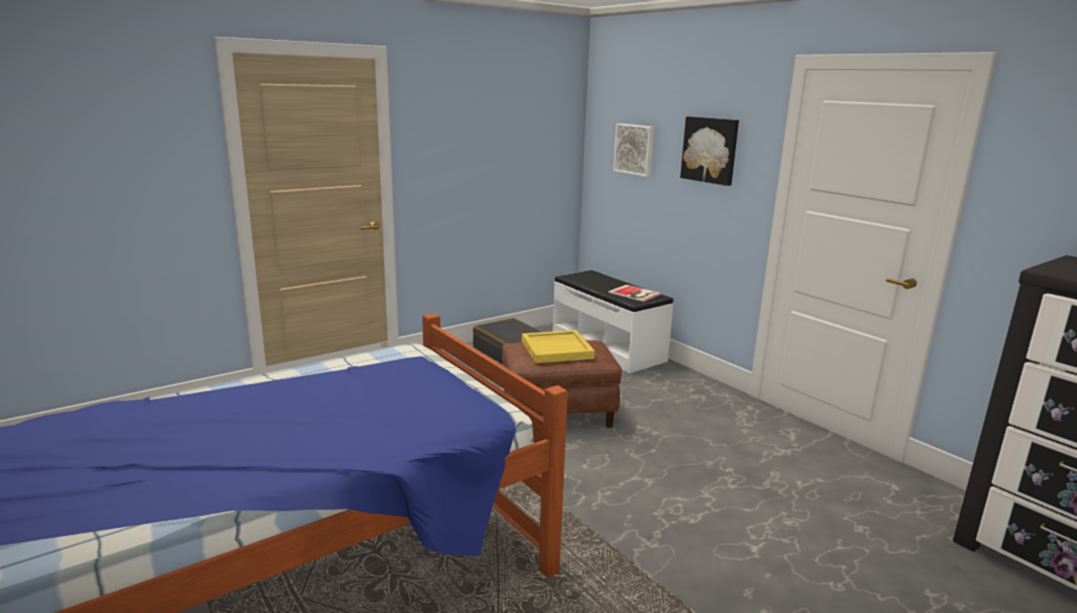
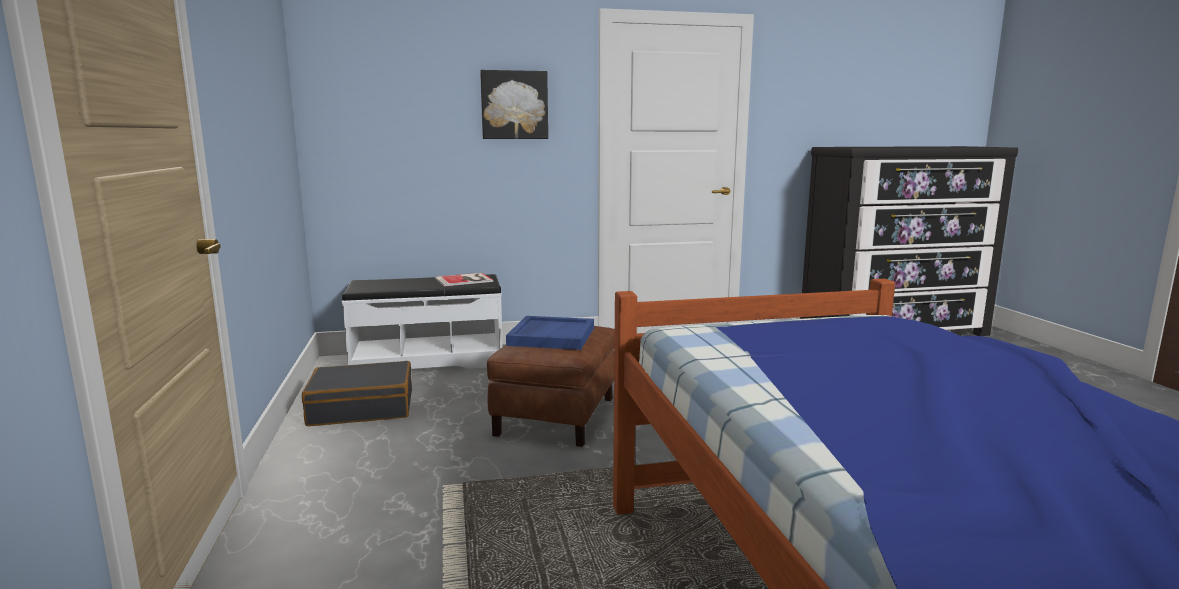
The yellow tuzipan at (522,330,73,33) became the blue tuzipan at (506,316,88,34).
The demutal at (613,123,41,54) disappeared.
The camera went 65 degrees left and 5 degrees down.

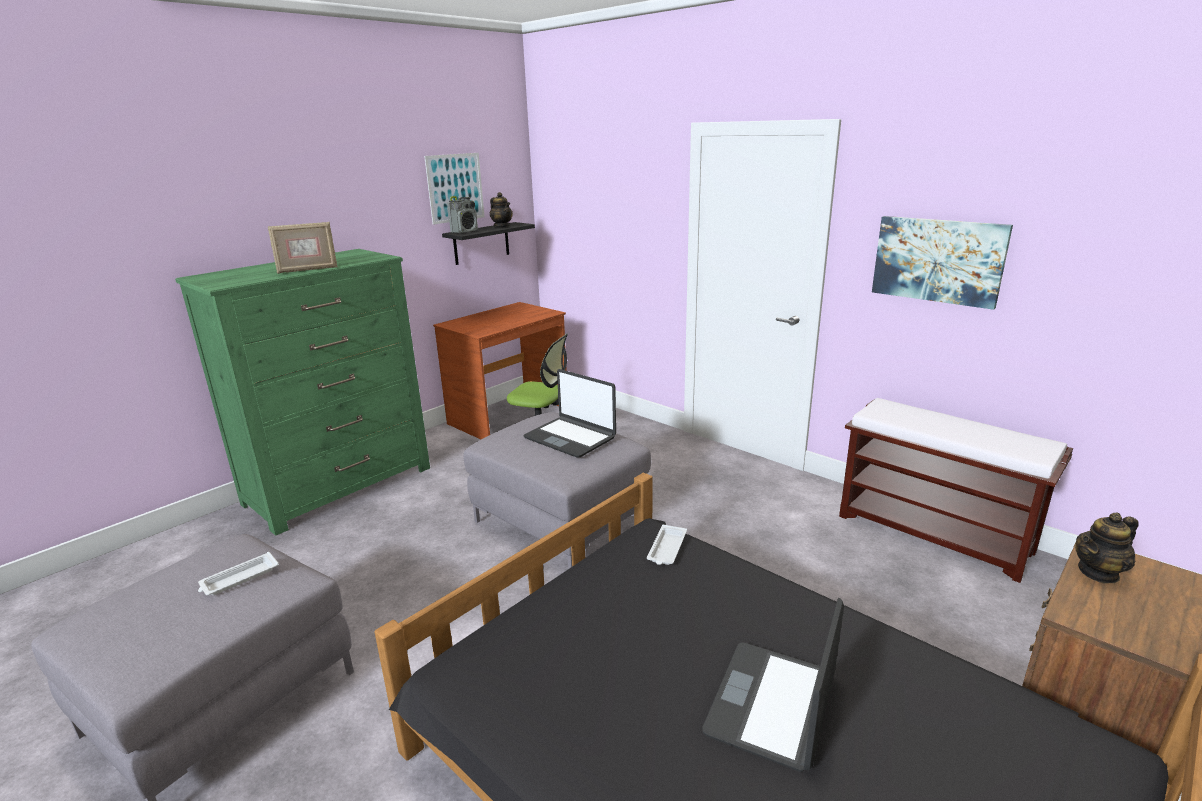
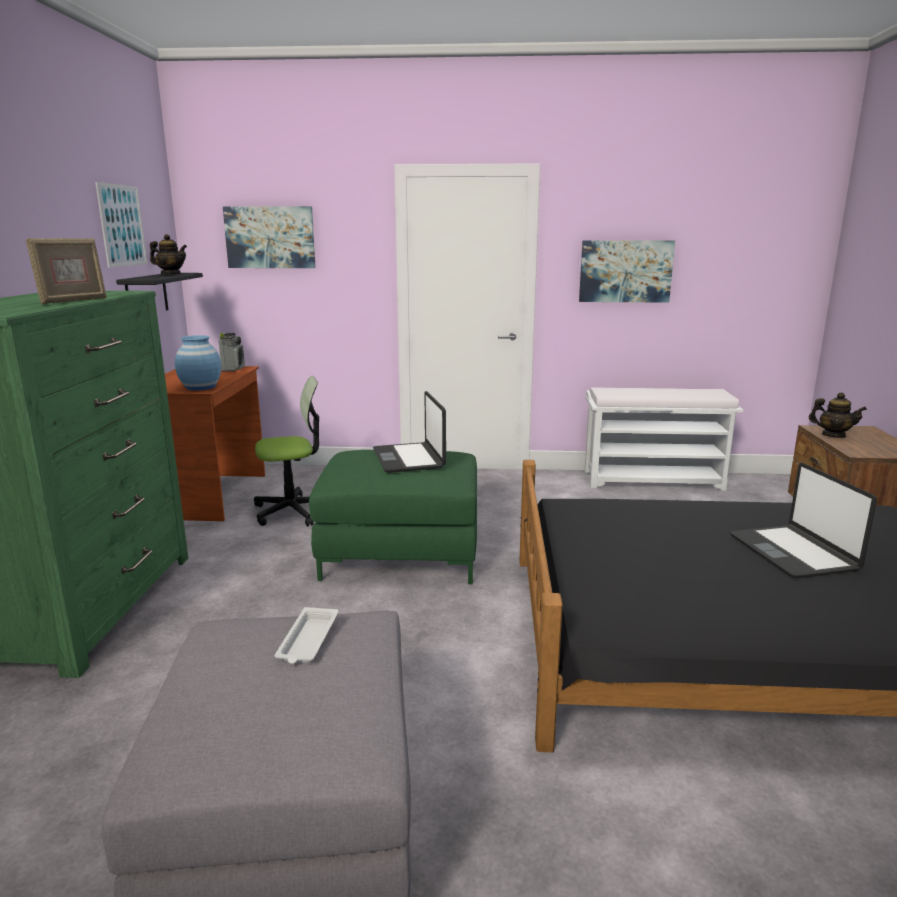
The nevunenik moved from (447,196,31,37) to (219,333,26,38).
The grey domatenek at (463,412,188,157) became the green domatenek at (309,450,168,134).
The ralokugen at (523,369,93,89) turned 75 degrees clockwise.
The white tuzipan at (647,525,40,40) disappeared.
The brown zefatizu at (839,398,234,185) became the white zefatizu at (585,388,158,103).
The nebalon at (1075,512,64,72) turned 90 degrees counterclockwise.
The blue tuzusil at (175,335,46,55) appeared.
The demutal at (223,206,93,62) appeared.
The camera went 40 degrees left and 5 degrees down.

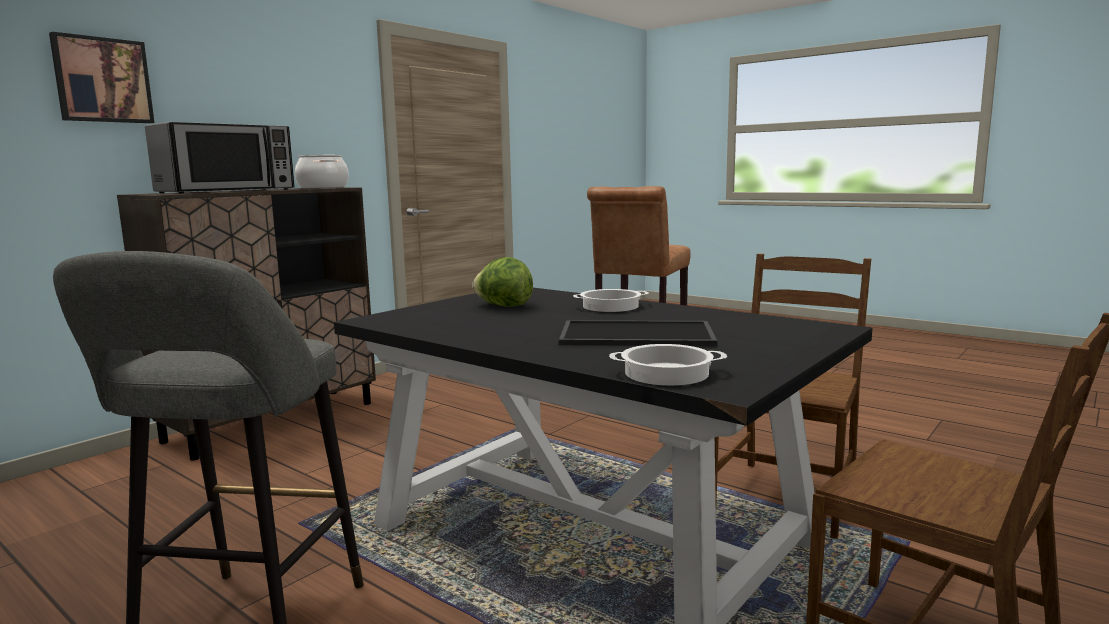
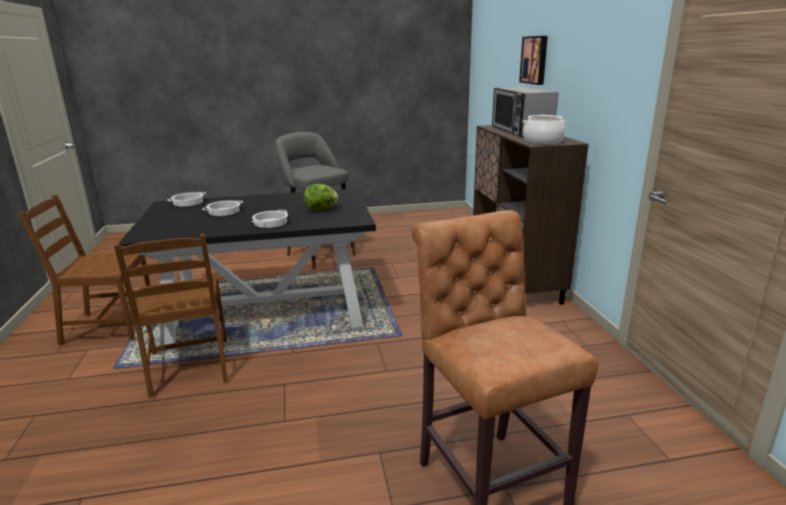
The tuzipan at (559,320,159,26) was replaced by the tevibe at (202,200,41,16).
The camera went 130 degrees right and 10 degrees up.

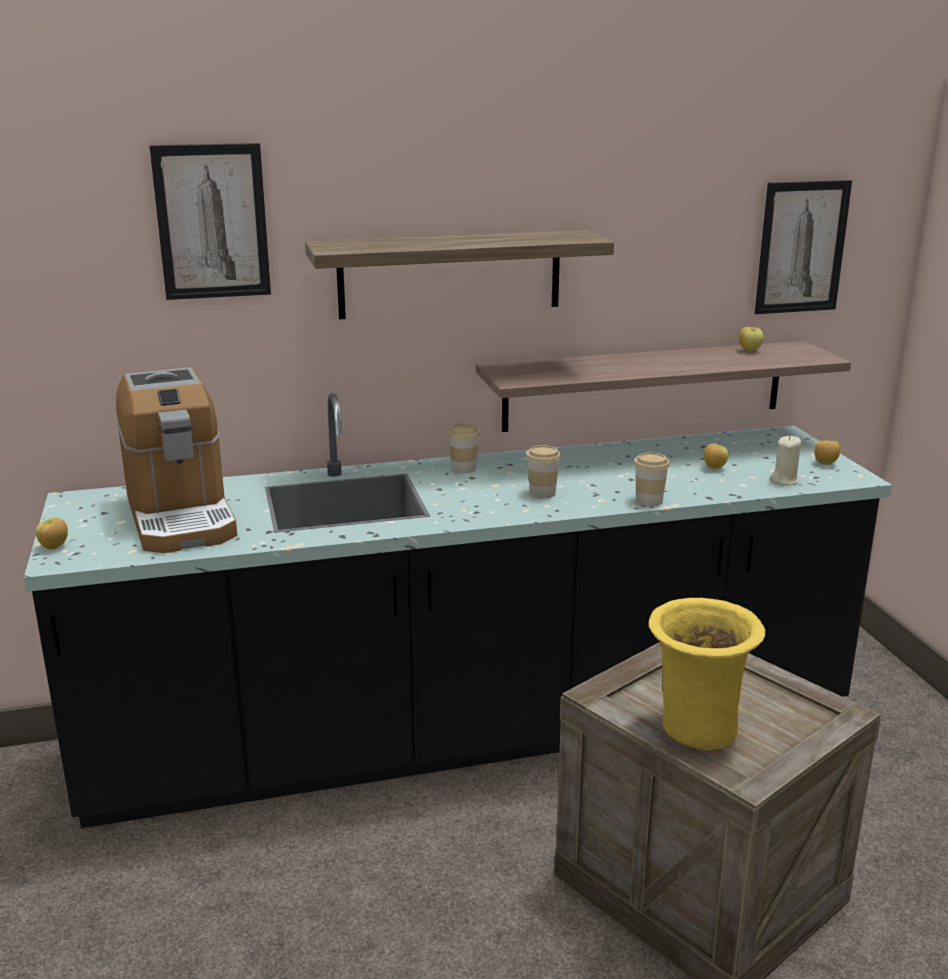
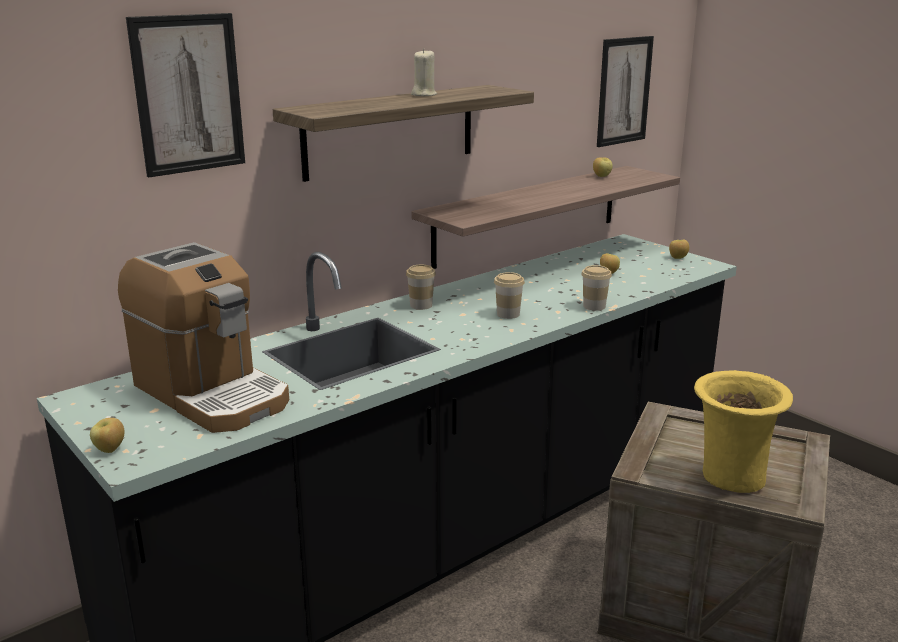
The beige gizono moved from (770,436,32,50) to (411,49,26,47).
The camera went 25 degrees left and 0 degrees up.

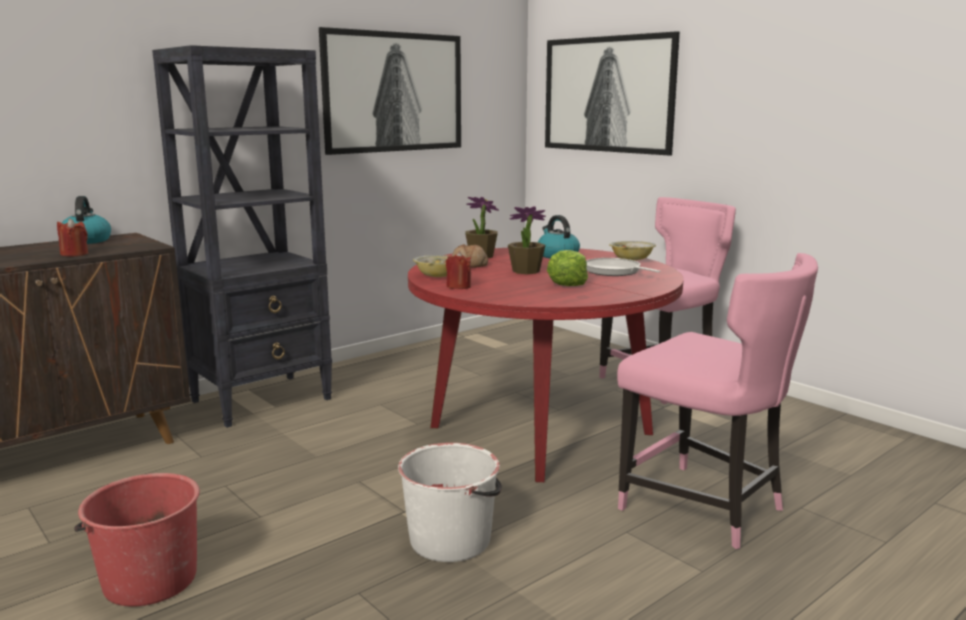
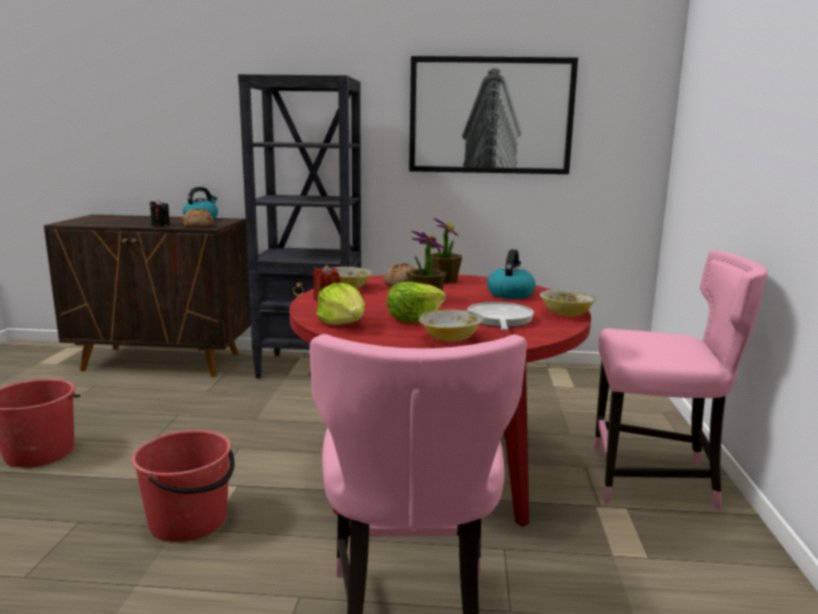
The red gizono at (57,218,31,39) became the black gizono at (150,200,20,27).
The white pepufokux at (398,443,104,119) became the red pepufokux at (131,430,104,112).
The demutal at (545,31,135,125) disappeared.
The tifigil at (183,209,30,19) appeared.
The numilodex at (316,283,49,42) appeared.
The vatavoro at (419,310,64,32) appeared.
The camera went 45 degrees right and 0 degrees up.

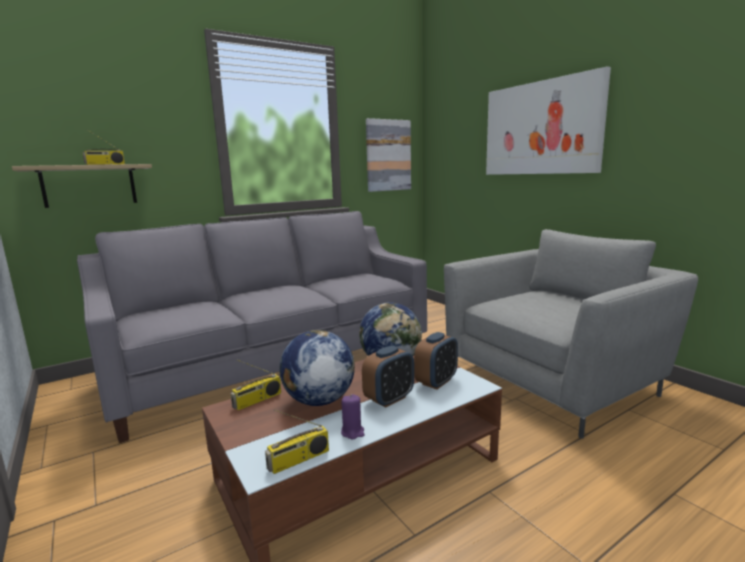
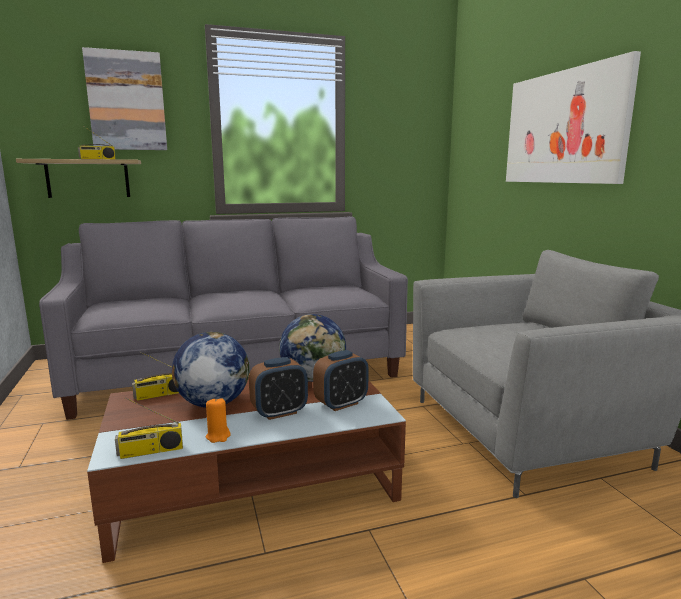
The purple gizono at (341,394,23,45) became the orange gizono at (206,398,25,45).
The demutal moved from (366,118,45,74) to (82,47,85,103).
The camera went 15 degrees right and 0 degrees up.

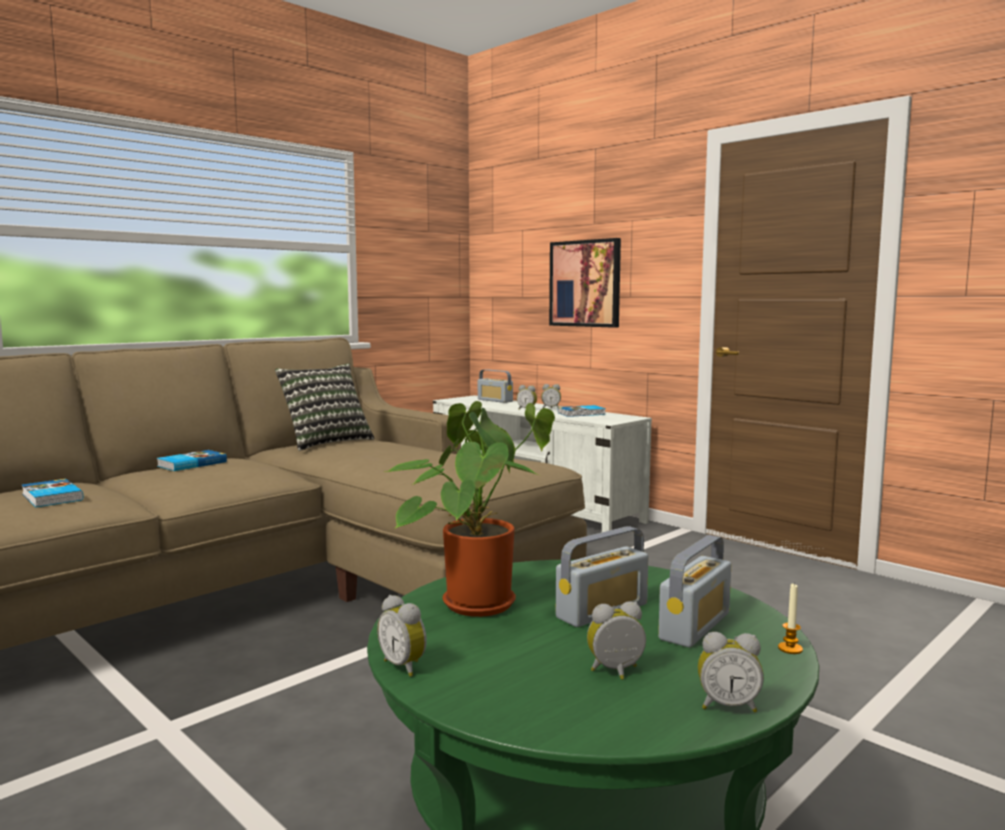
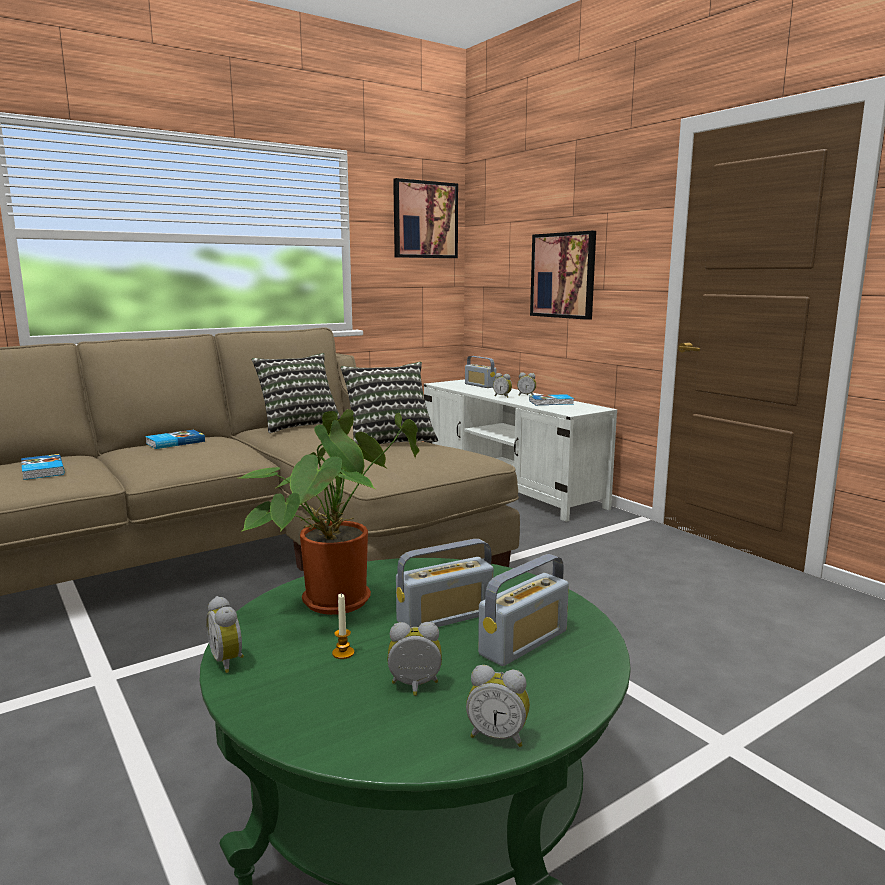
The gizono moved from (778,584,25,70) to (332,593,22,66).
The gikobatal at (340,362,98,82) appeared.
The demutal at (393,178,65,80) appeared.
The camera went 10 degrees right and 5 degrees up.

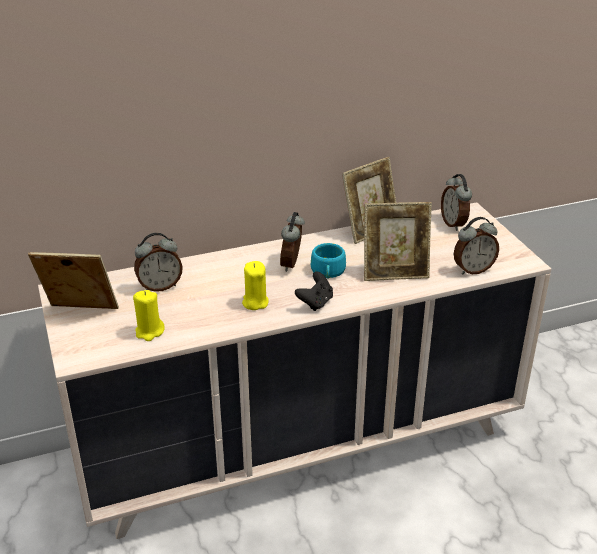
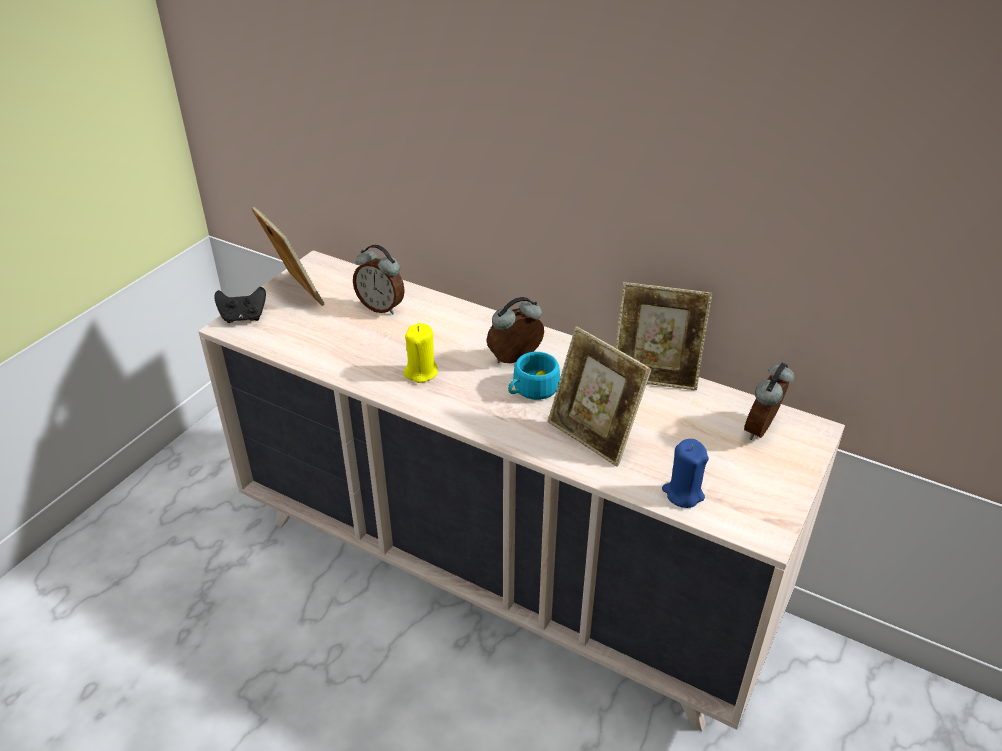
The yellow gizono at (133,290,32,51) disappeared.
The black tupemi moved from (295,272,38,39) to (214,287,52,36).
The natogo at (454,217,45,58) was replaced by the blue gizono at (662,439,47,69).
The camera went 50 degrees right and 5 degrees up.

